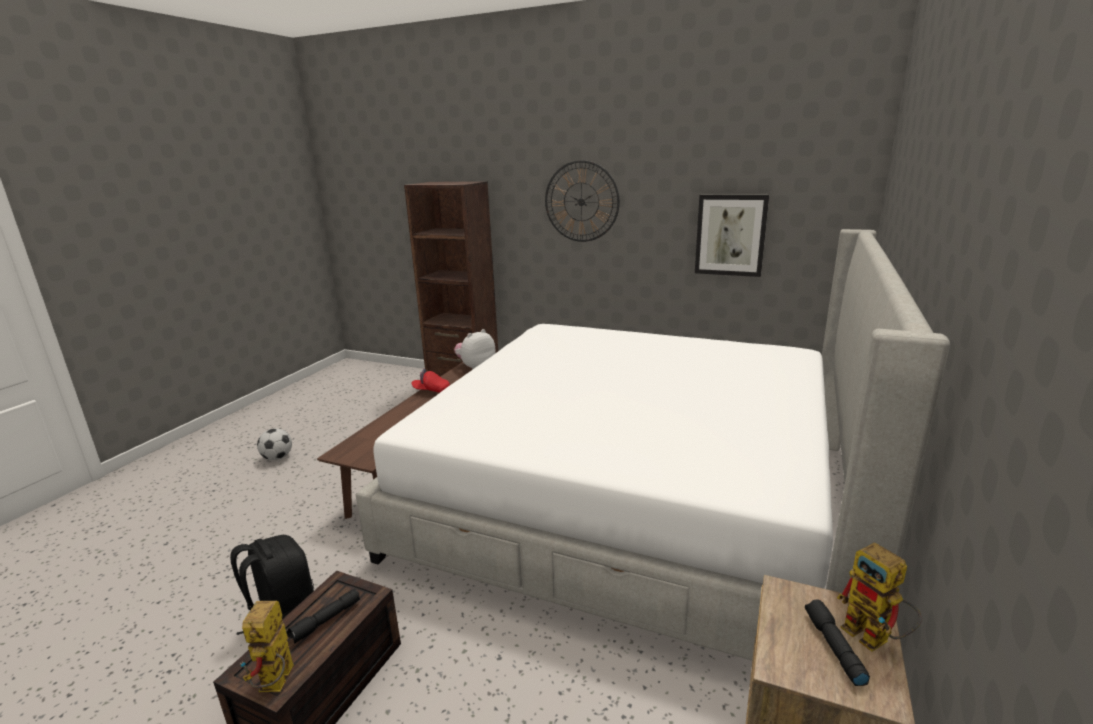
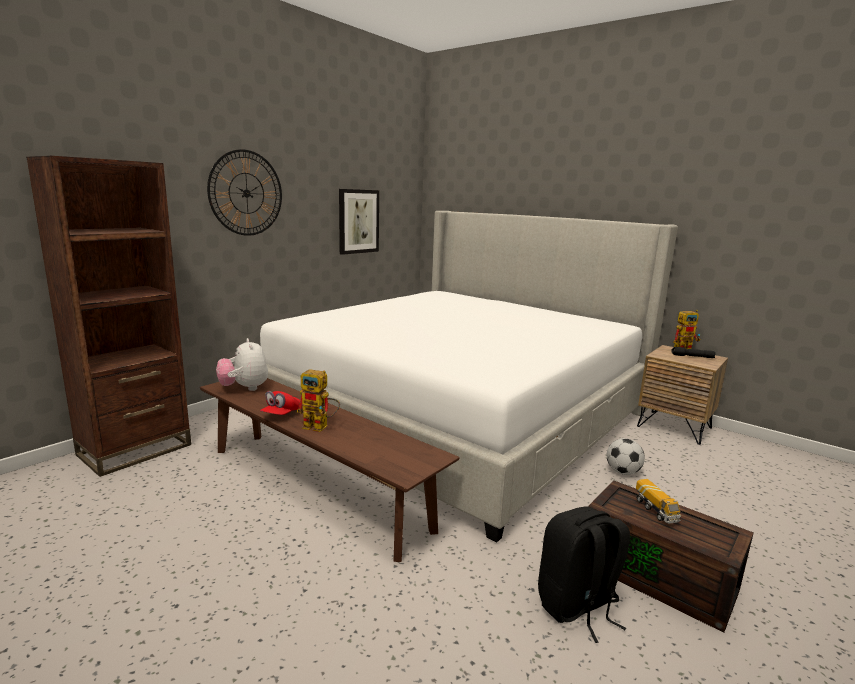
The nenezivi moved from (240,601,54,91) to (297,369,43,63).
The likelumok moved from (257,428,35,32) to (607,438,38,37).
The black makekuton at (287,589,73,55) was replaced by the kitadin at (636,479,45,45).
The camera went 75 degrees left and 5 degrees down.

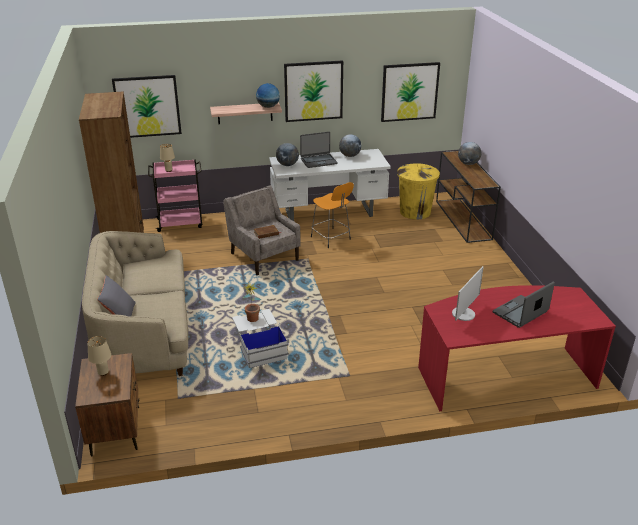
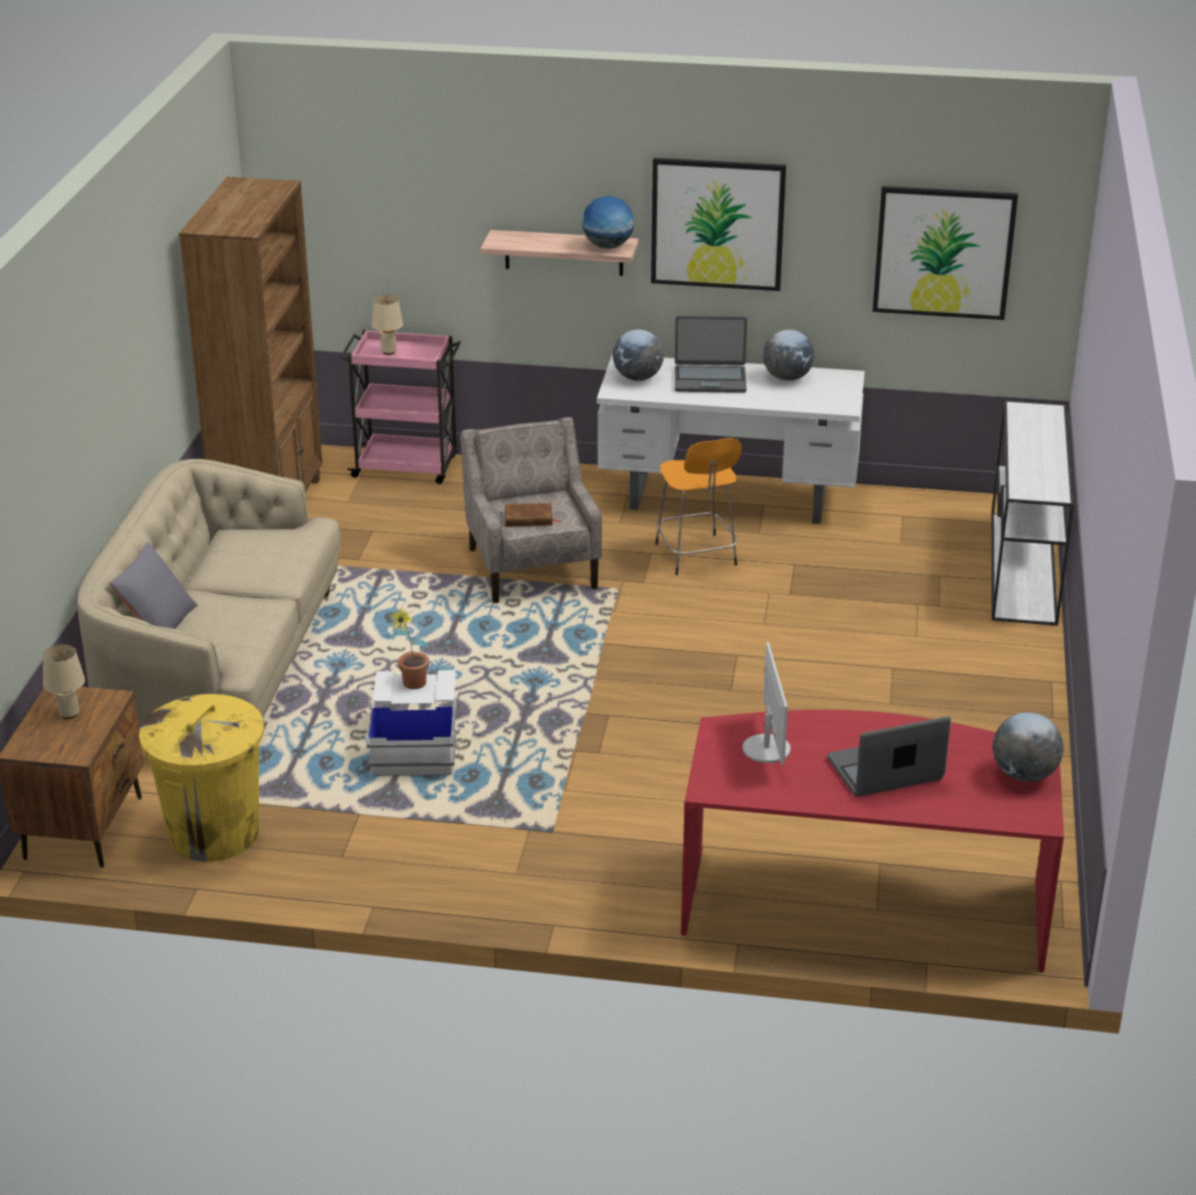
The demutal at (112,75,70,63) disappeared.
The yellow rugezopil moved from (397,163,43,57) to (139,694,125,168).
The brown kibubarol at (436,150,65,93) became the white kibubarol at (991,400,83,226).
The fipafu at (452,266,31,55) turned 60 degrees counterclockwise.
The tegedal moved from (458,142,23,23) to (993,712,71,70).
The camera went 20 degrees right and 0 degrees up.

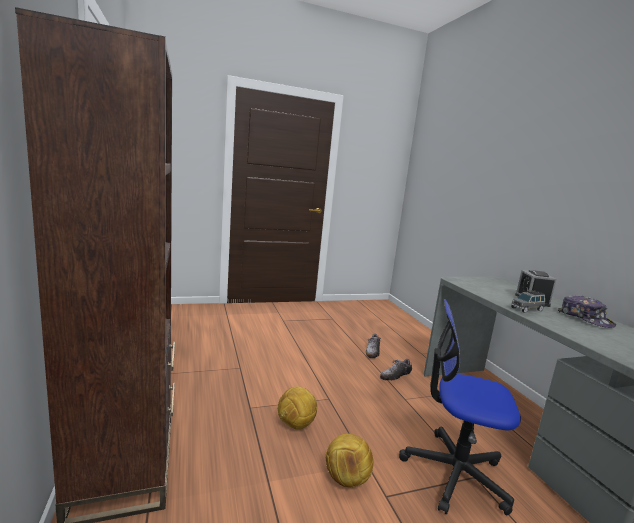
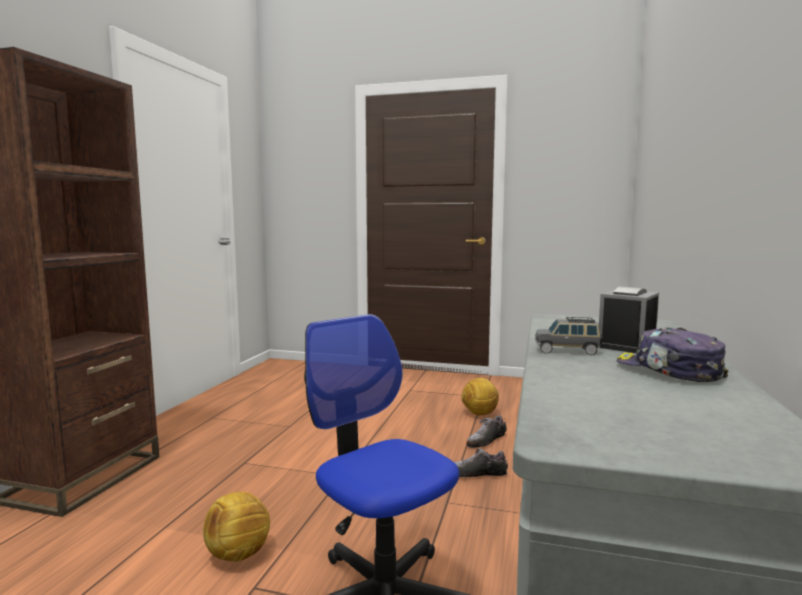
The likelumok moved from (278,386,39,43) to (461,378,38,37).
The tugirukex at (558,295,58,33) turned 135 degrees clockwise.
The camera went 35 degrees right and 5 degrees down.

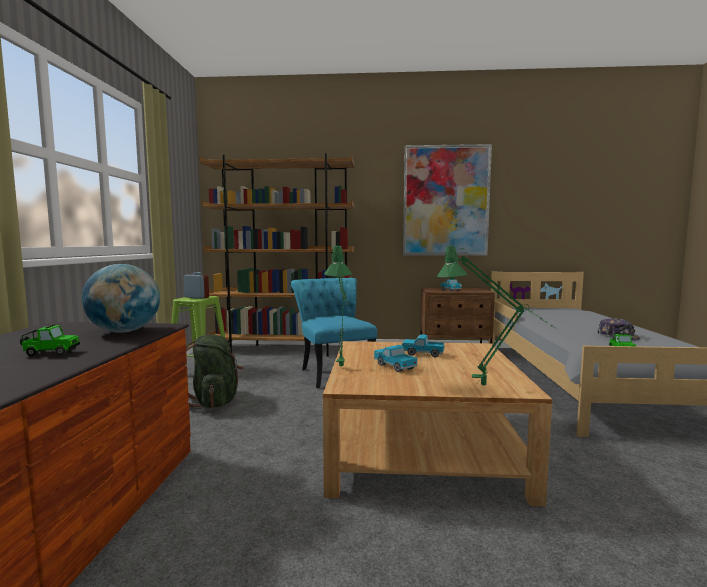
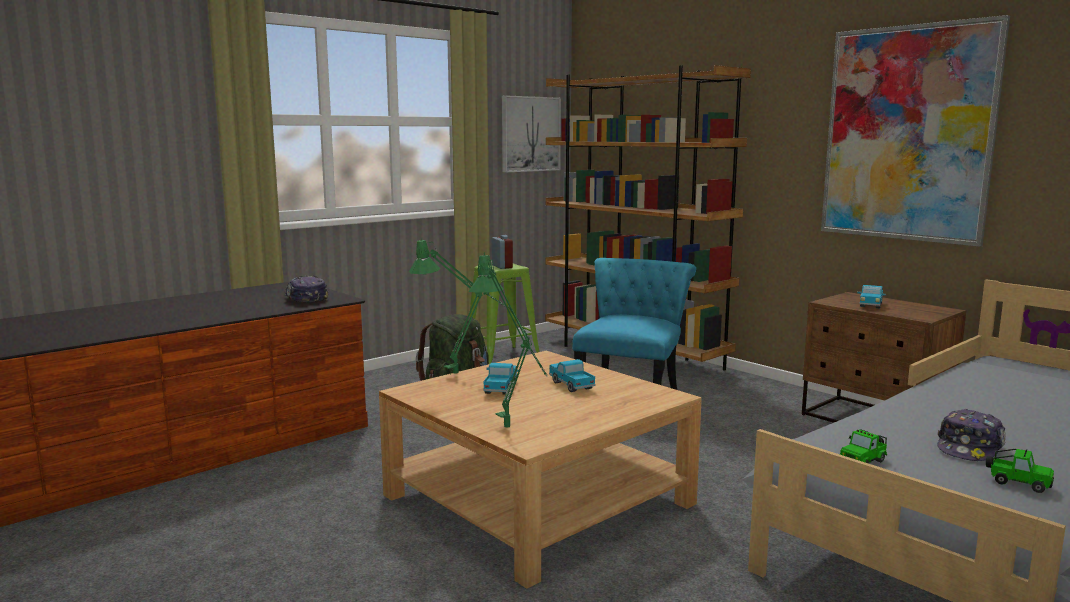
The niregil moved from (20,324,60,32) to (986,449,68,44).
The tegedal at (82,264,78,69) was replaced by the tugirukex at (284,276,44,27).
The demutal at (502,95,59,77) appeared.
The camera went 45 degrees right and 5 degrees up.

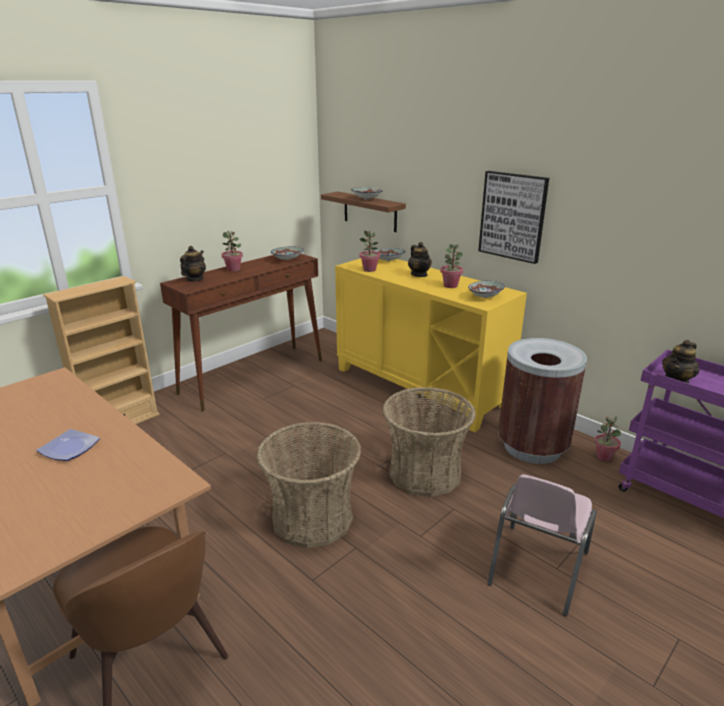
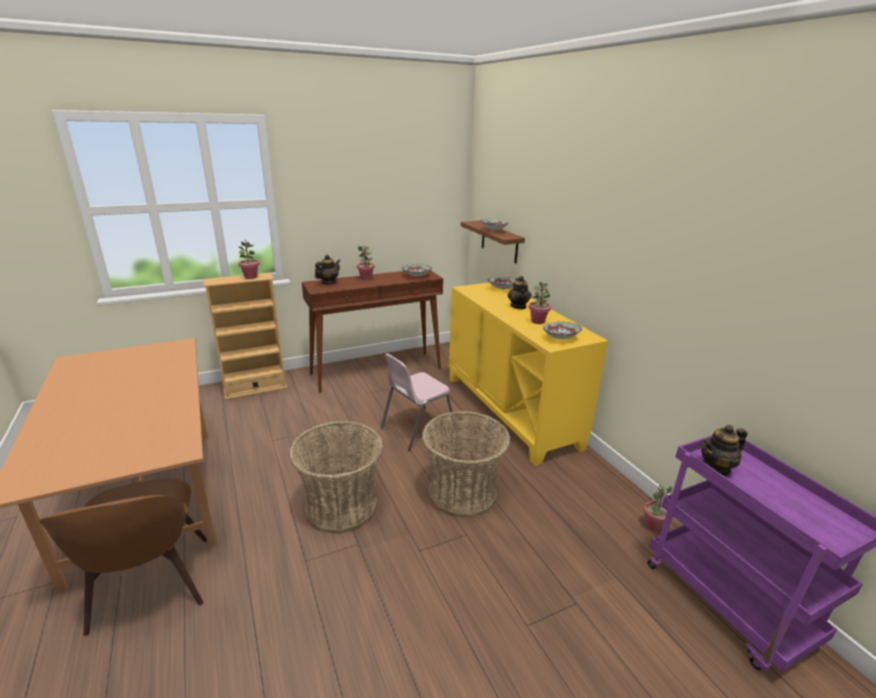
The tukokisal at (36,429,64,32) disappeared.
The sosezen moved from (359,230,21,42) to (238,240,22,39).
The demutal at (478,171,71,93) disappeared.
The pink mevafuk moved from (487,474,110,142) to (381,354,75,97).
The brown rugezopil at (498,338,89,126) disappeared.
The camera went 20 degrees right and 0 degrees up.

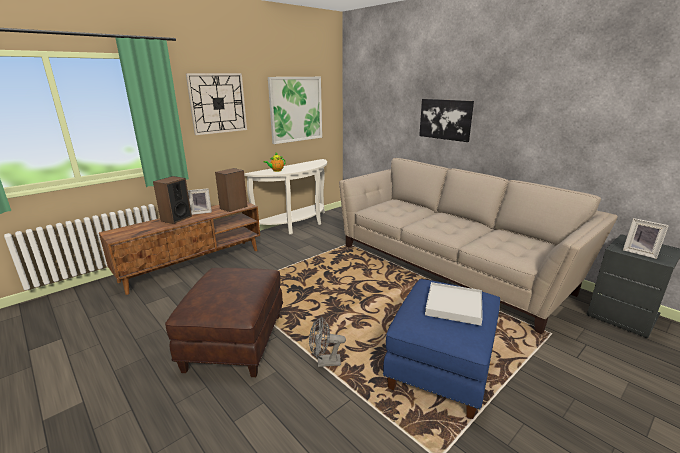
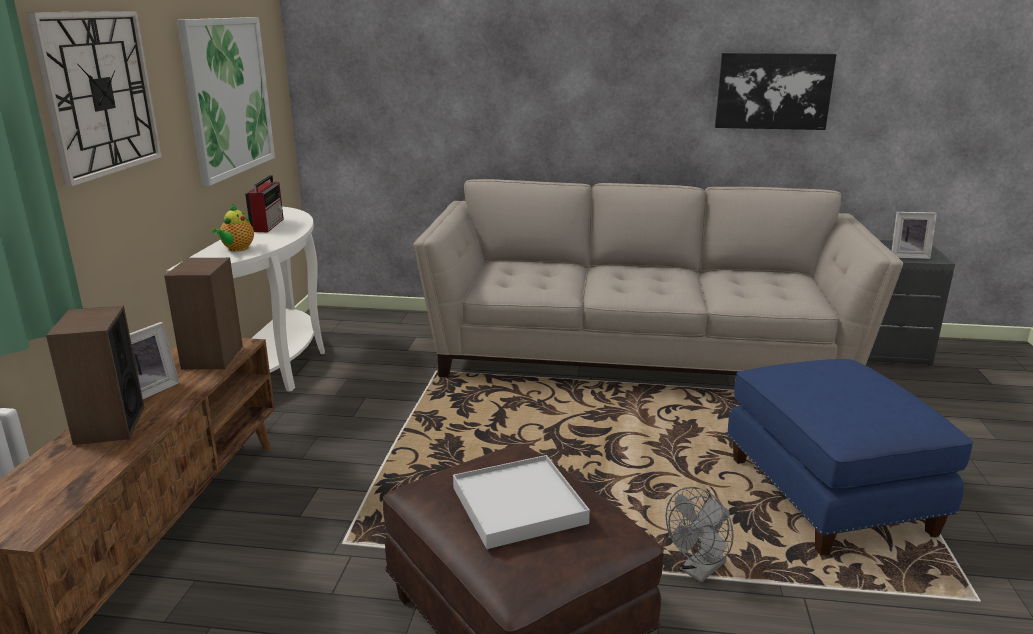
The demutal moved from (419,99,55,43) to (715,53,122,77).
The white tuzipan moved from (425,282,58,44) to (453,455,137,94).
The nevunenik at (245,175,39,57) appeared.
The camera went 40 degrees left and 0 degrees up.

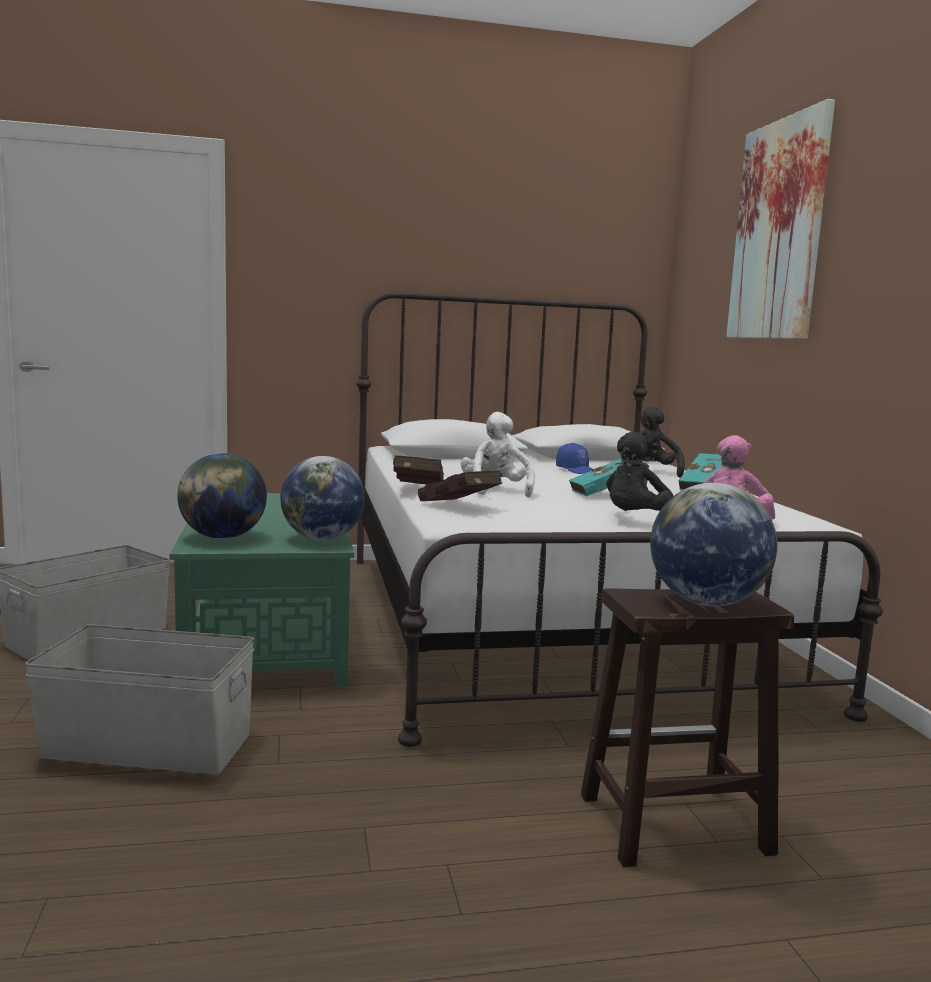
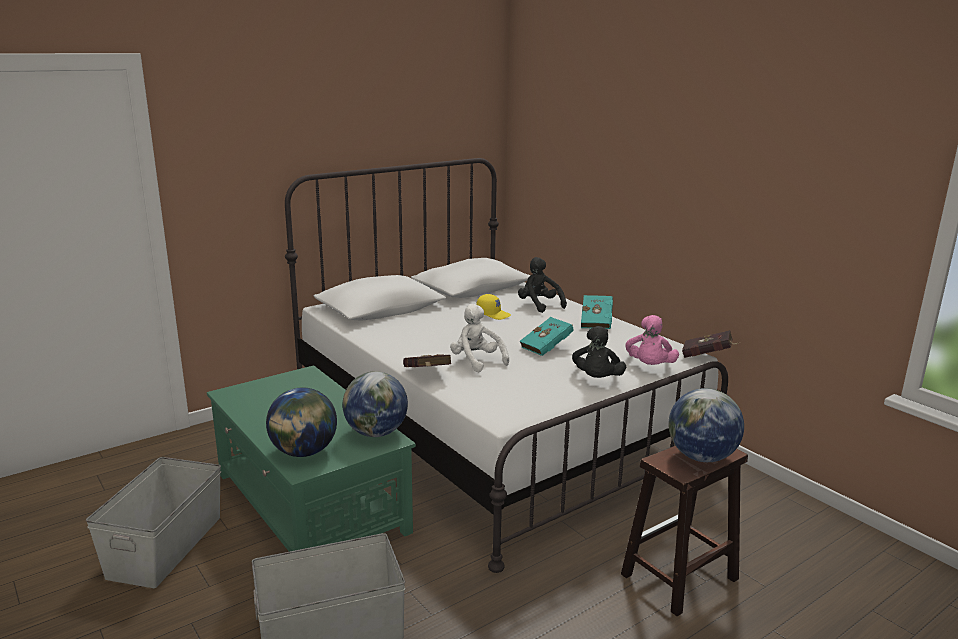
The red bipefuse moved from (418,470,84,31) to (682,330,56,28).
The blue tugirukex at (556,443,37,31) became the yellow tugirukex at (476,294,35,26).
The demutal at (726,99,109,240) disappeared.
The camera went 25 degrees left and 10 degrees up.

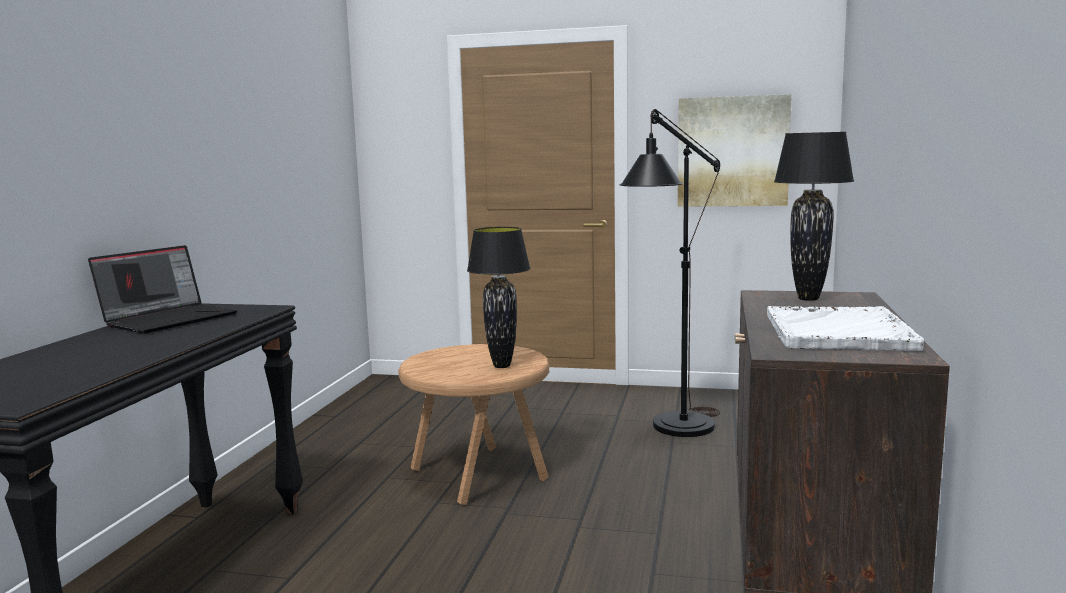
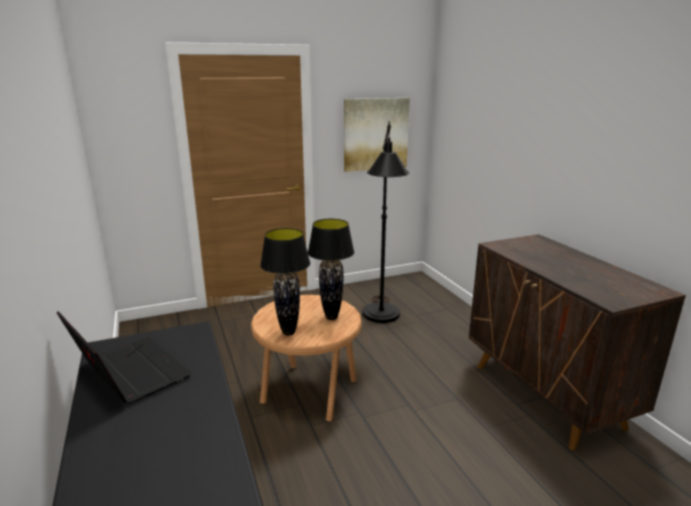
The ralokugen at (88,245,150,89) turned 45 degrees counterclockwise.
The white tuzipan at (767,306,158,45) disappeared.
The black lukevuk moved from (774,132,80,169) to (260,228,50,108).
The camera went 35 degrees left and 10 degrees up.

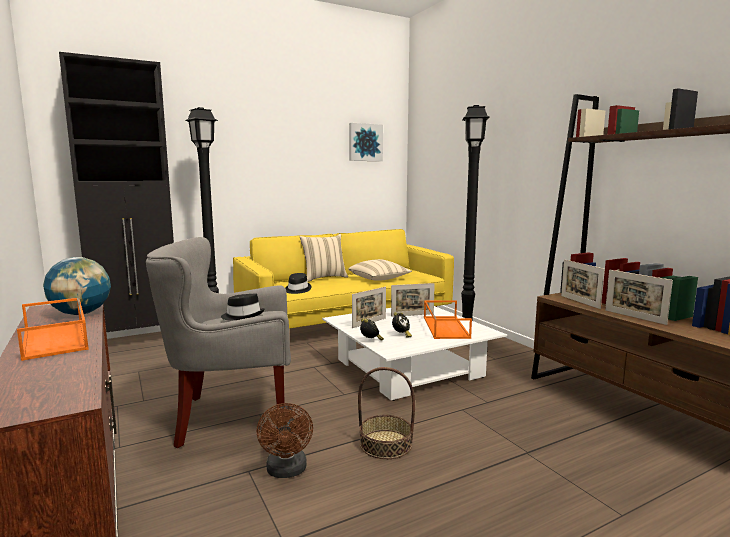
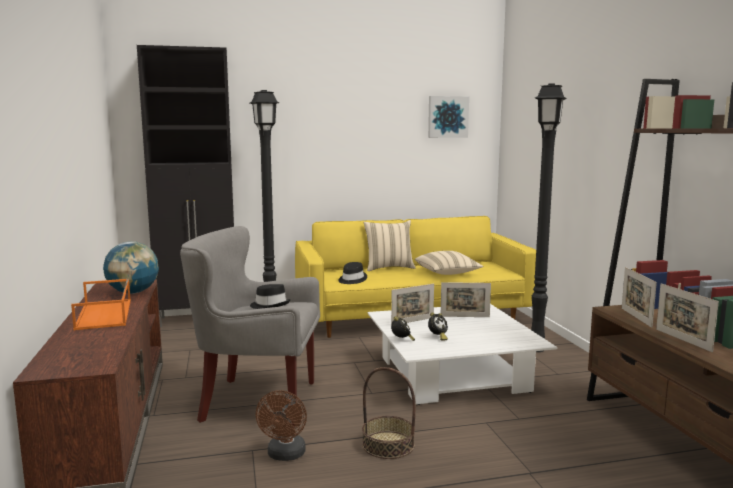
The orange tuzipan at (424,300,48,39) disappeared.
The camera went 15 degrees right and 0 degrees up.

